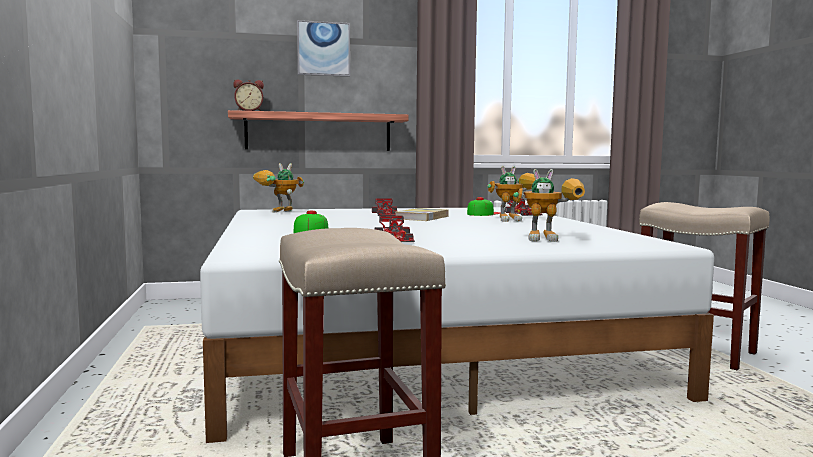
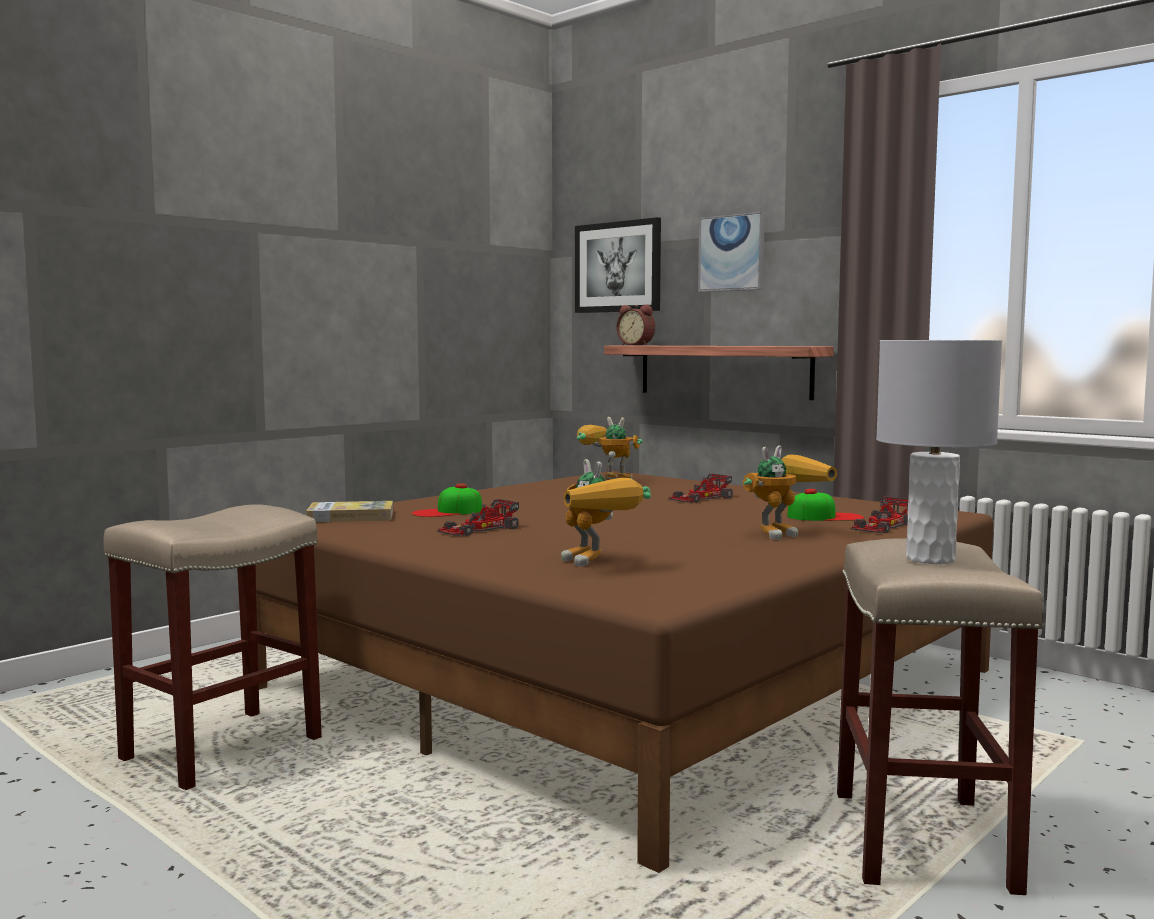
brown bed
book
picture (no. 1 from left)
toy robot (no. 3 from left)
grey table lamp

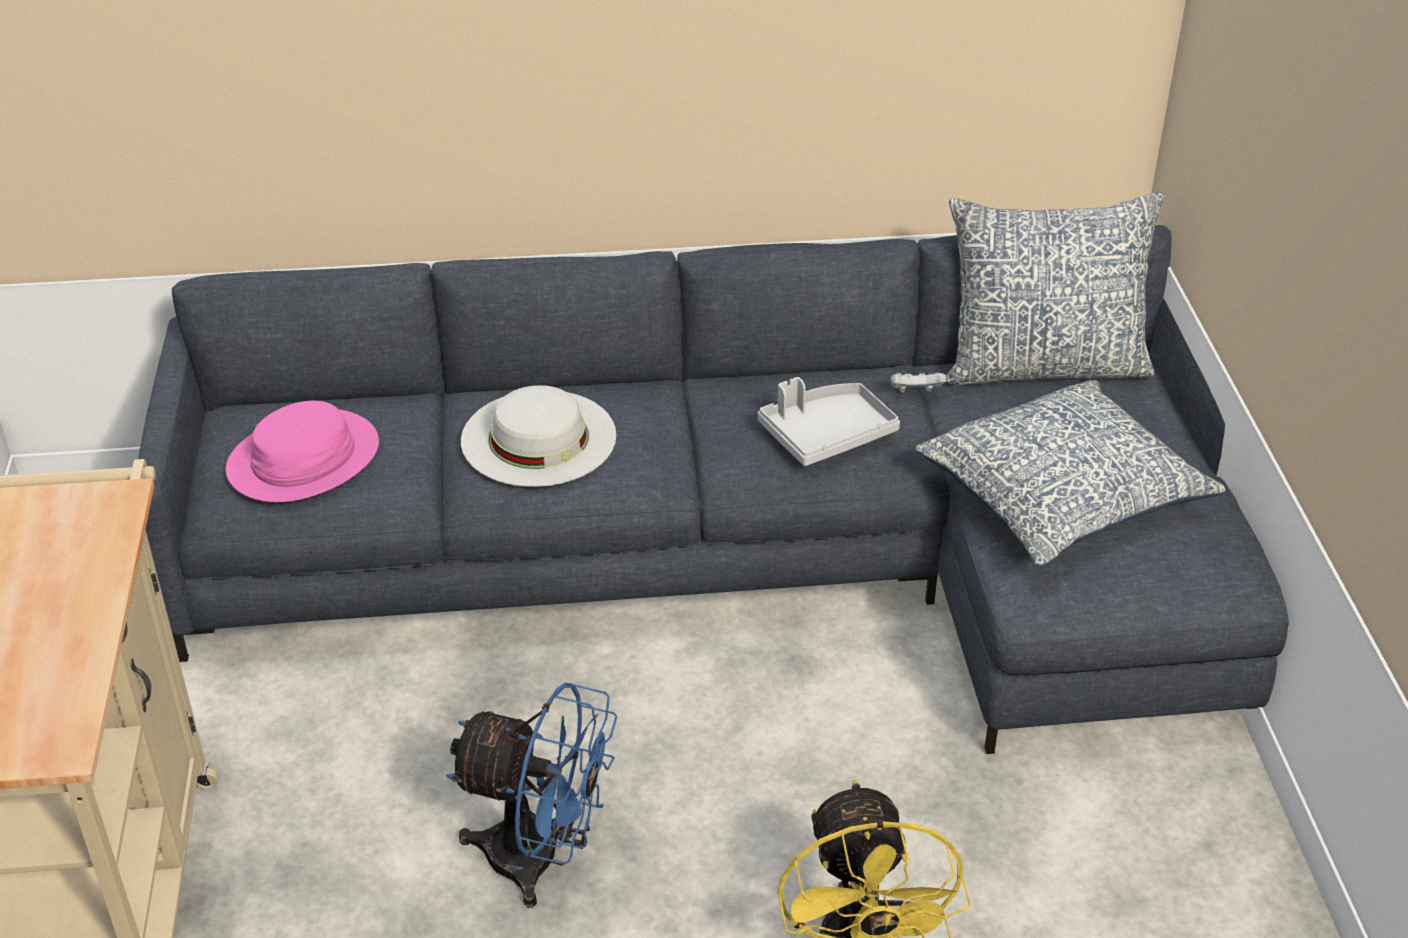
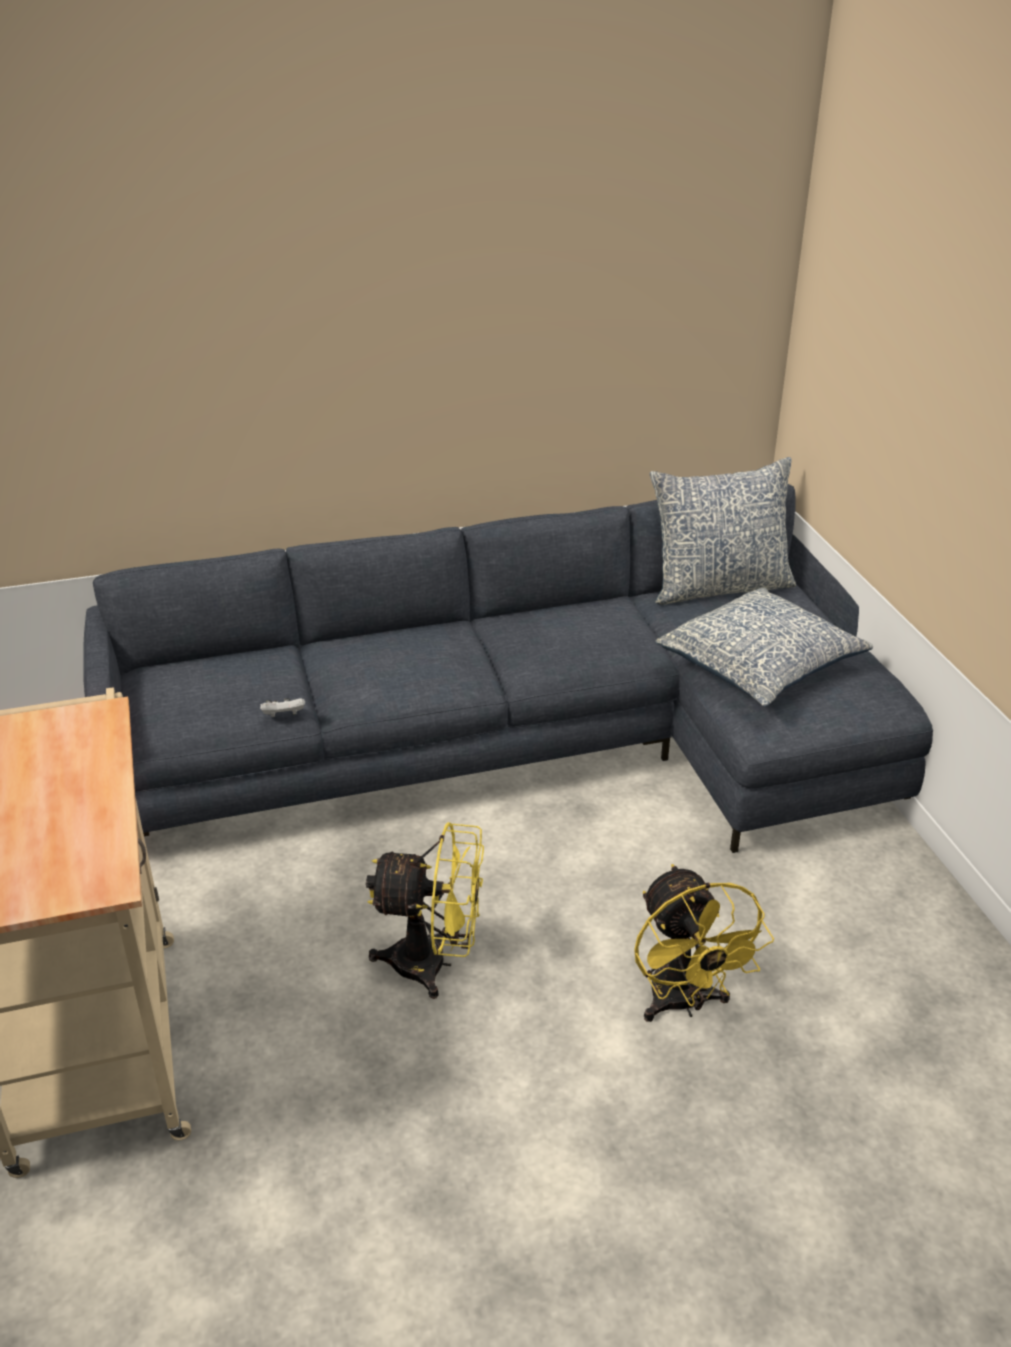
white game controller
yellow fan (no. 1 from left)
pink hat
white hat
grey tray

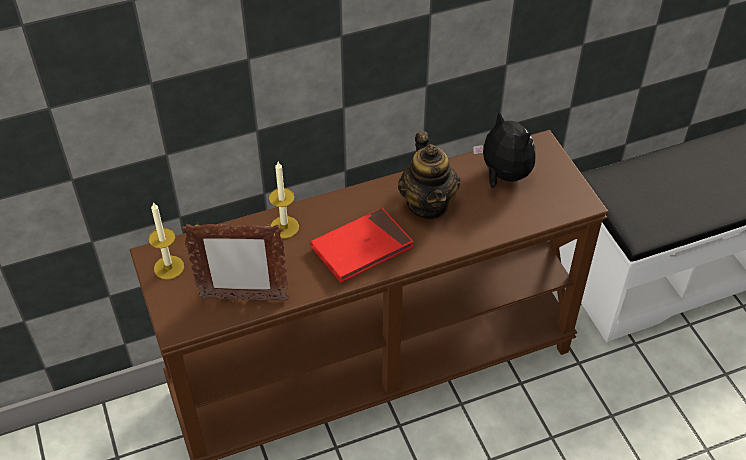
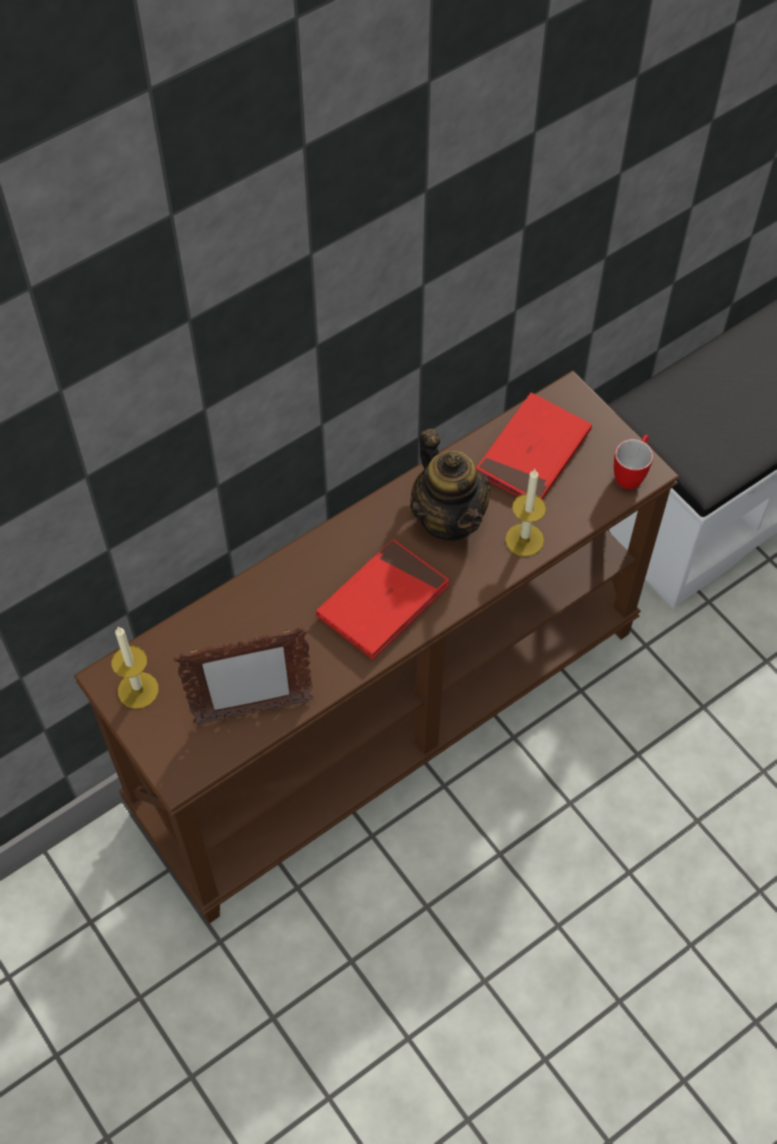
red book (no. 2 from left)
candle (no. 2 from left)
mug

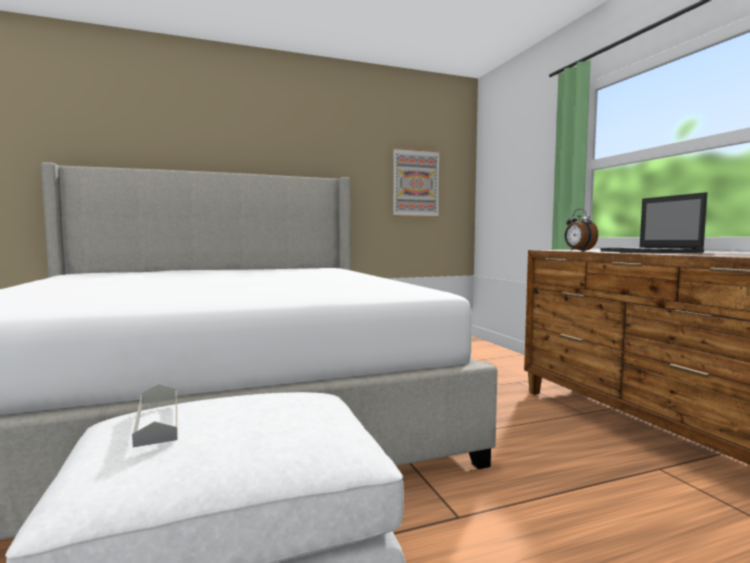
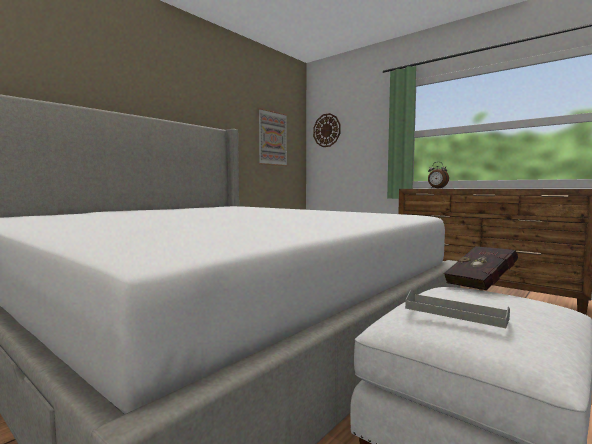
wall clock
red book
laptop

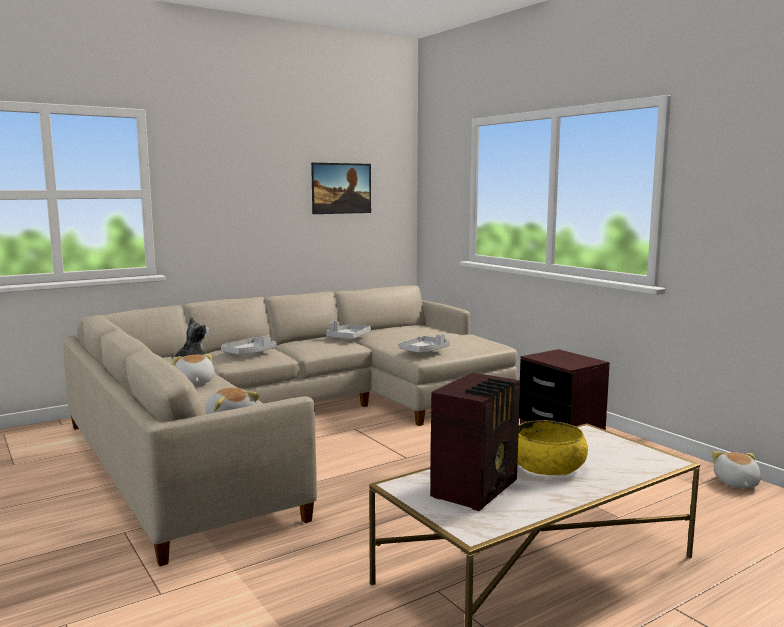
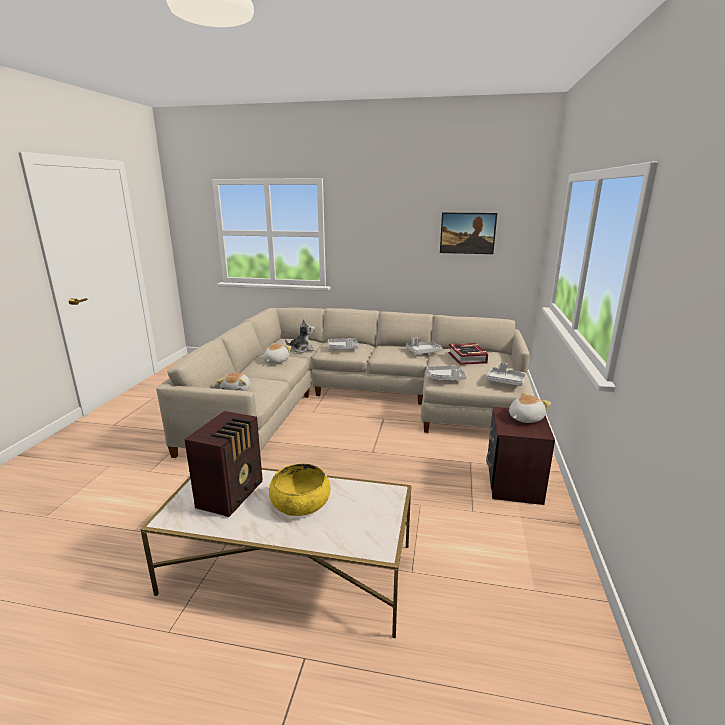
radio
book
grey tray (no. 4 from left)
plush toy (no. 4 from left)

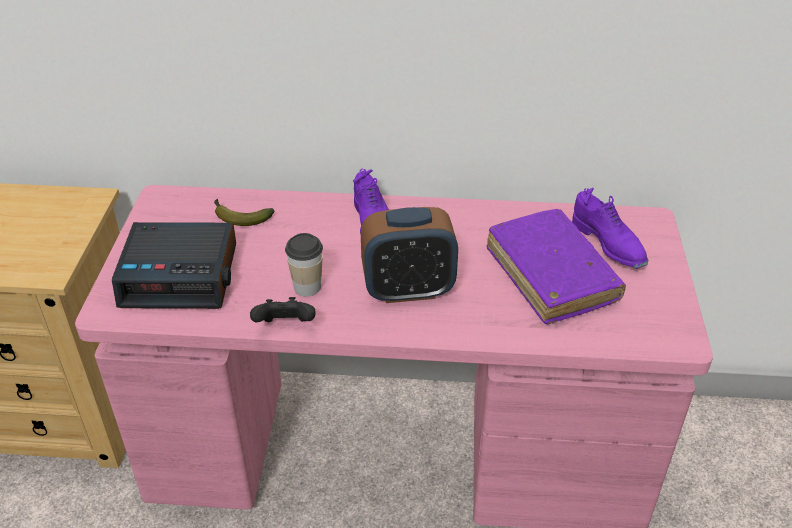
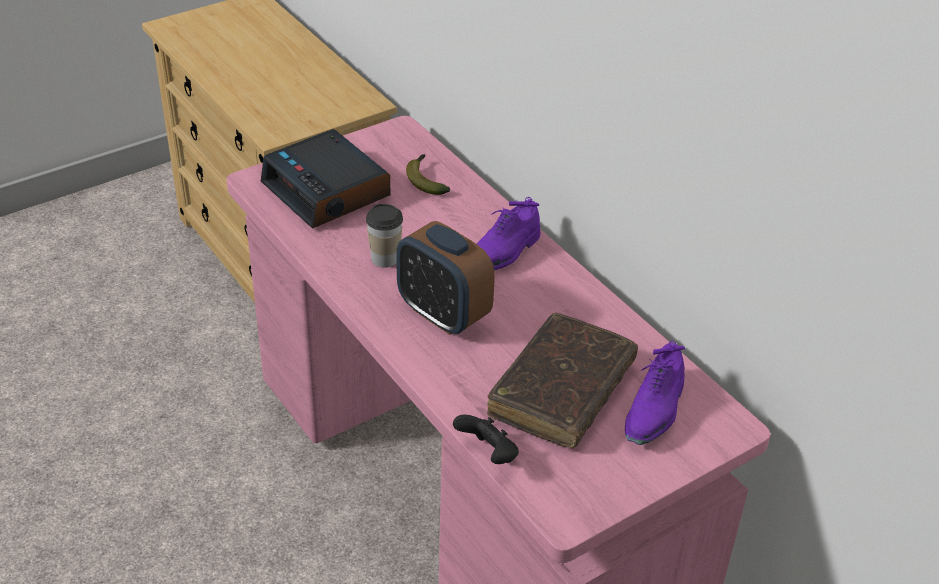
black game controller
brown book

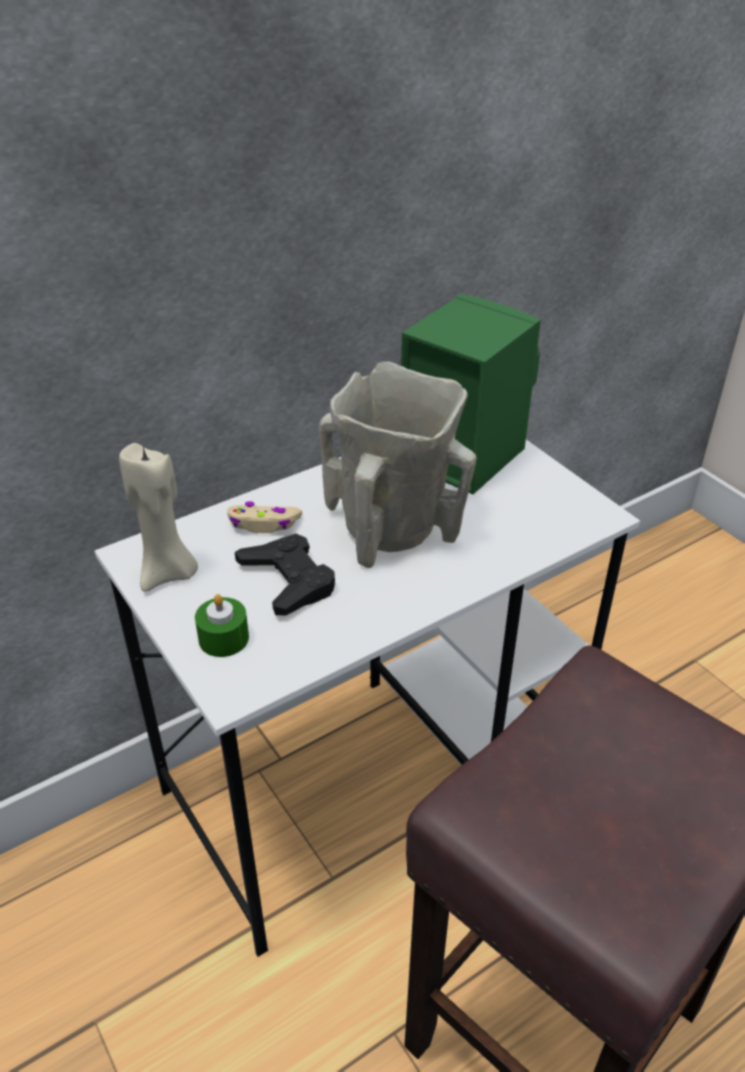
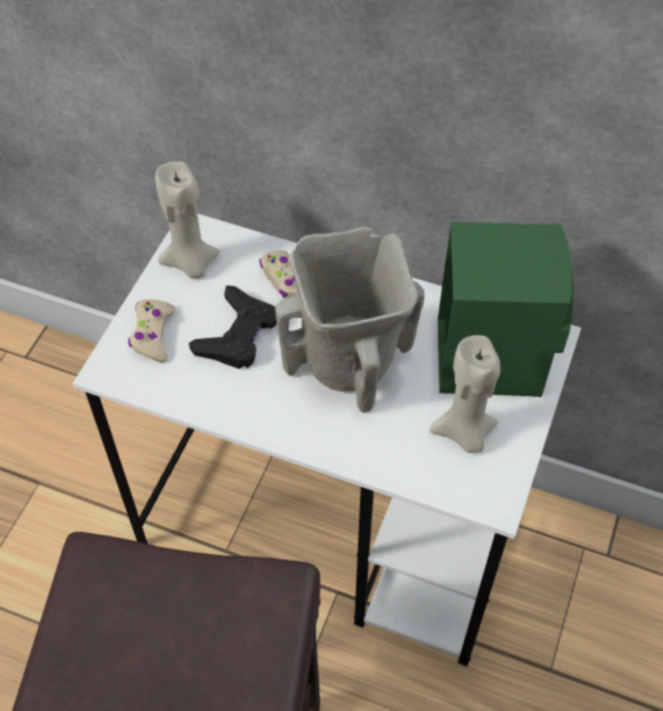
beige game controller (no. 1 from left)
beige candle (no. 2 from left)

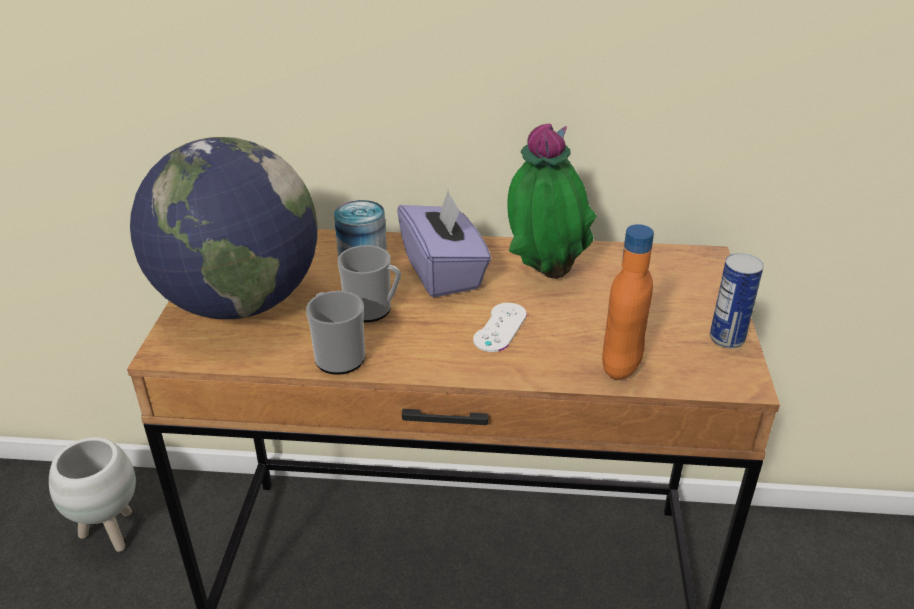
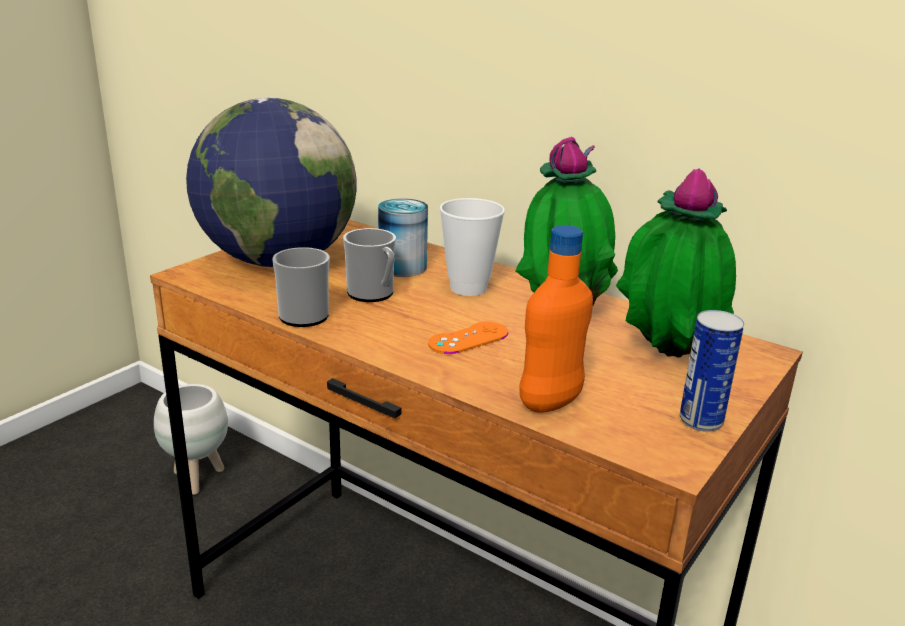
orange game controller
cup
potted plant (no. 2 from left)

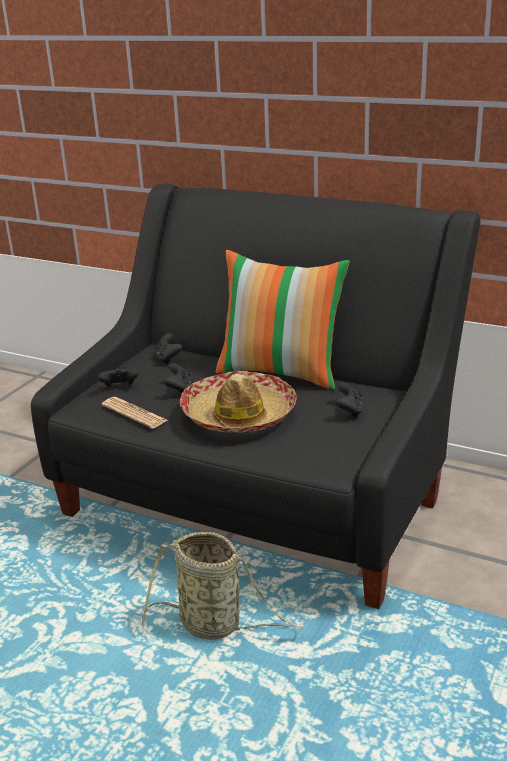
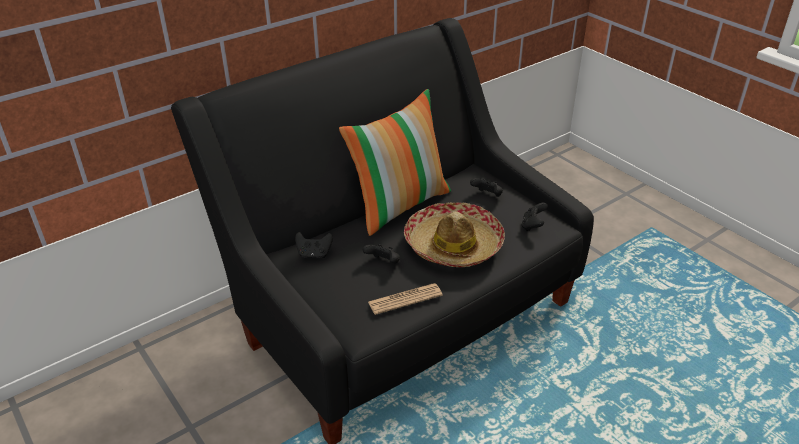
black game controller (no. 4 from left)
basket

